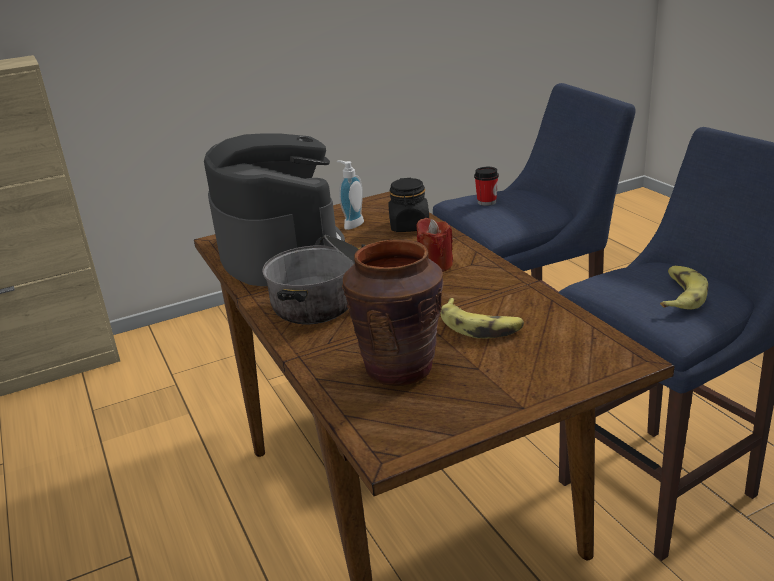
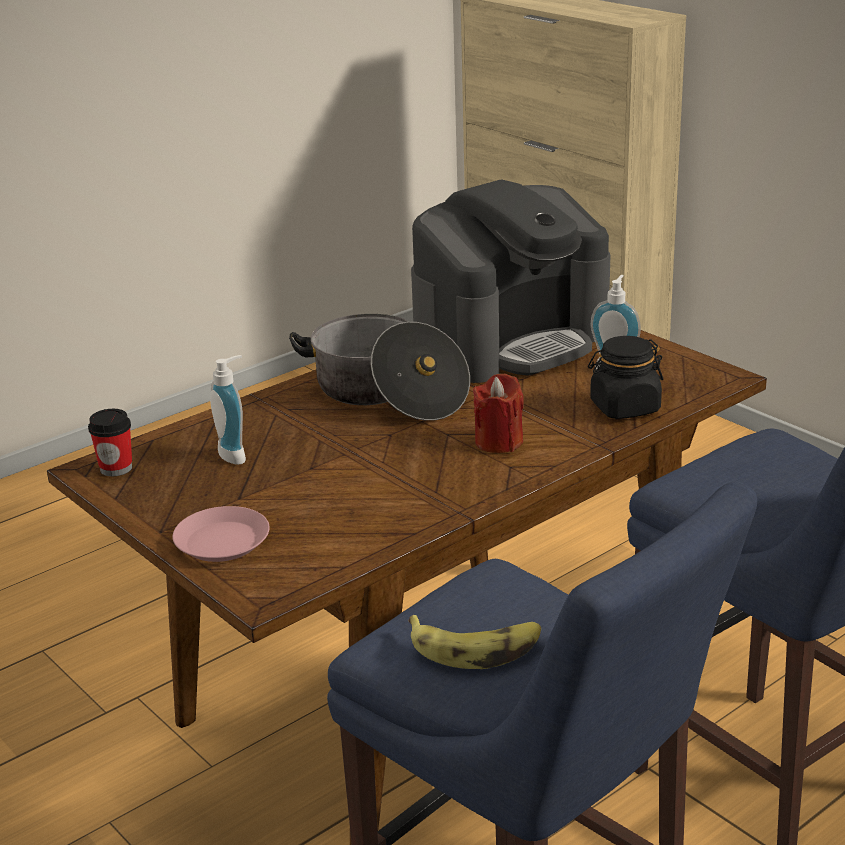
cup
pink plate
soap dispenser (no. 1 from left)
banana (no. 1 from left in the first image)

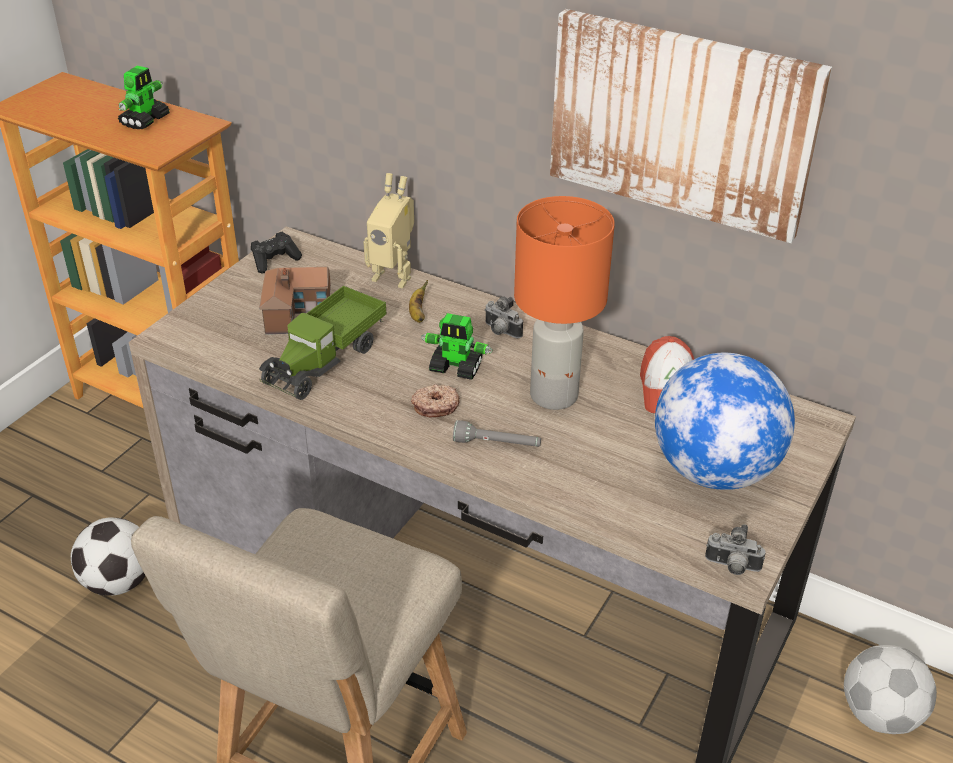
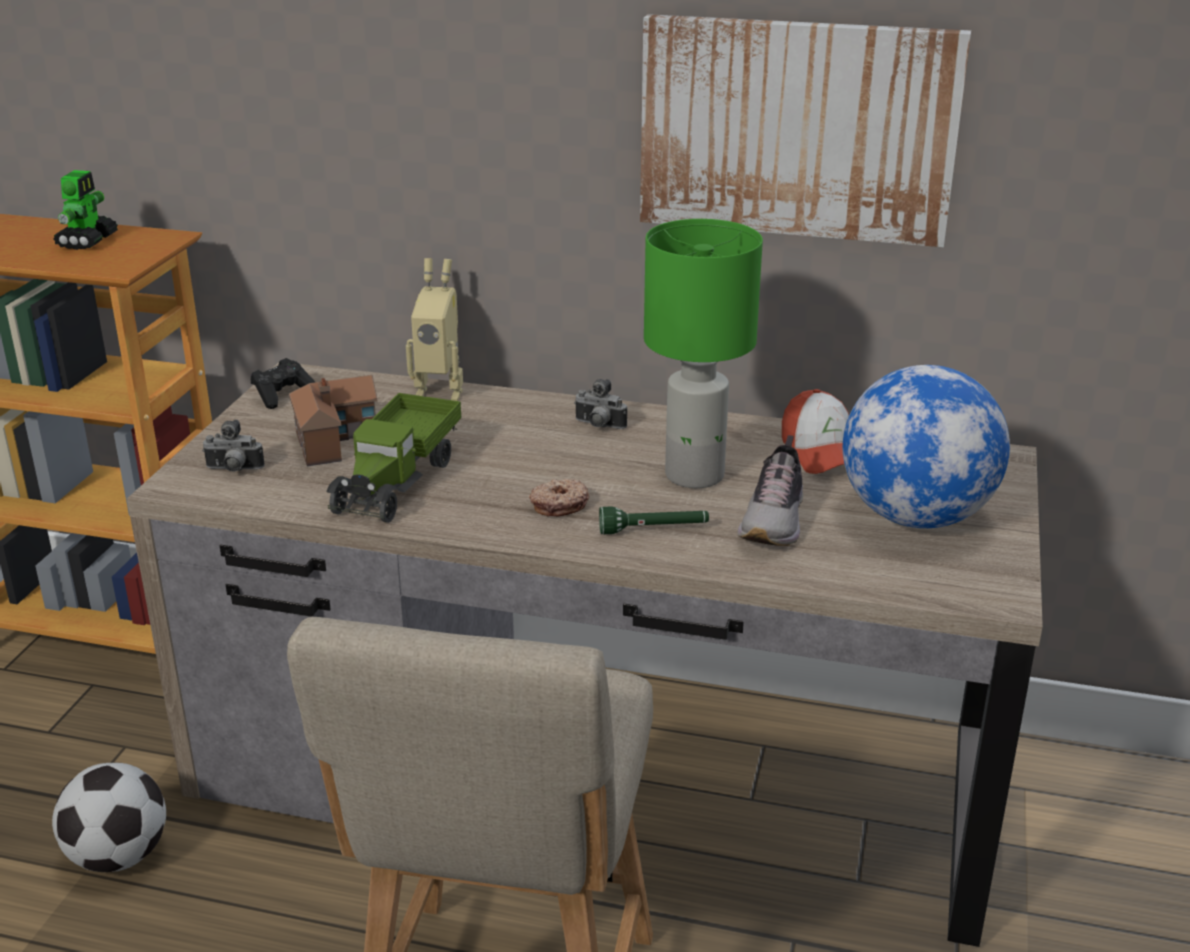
photo camera (no. 1 from left)
green flashlight
green table lamp
shoe
banana
toy robot (no. 3 from left in the first image)
football (no. 2 from left in the first image)

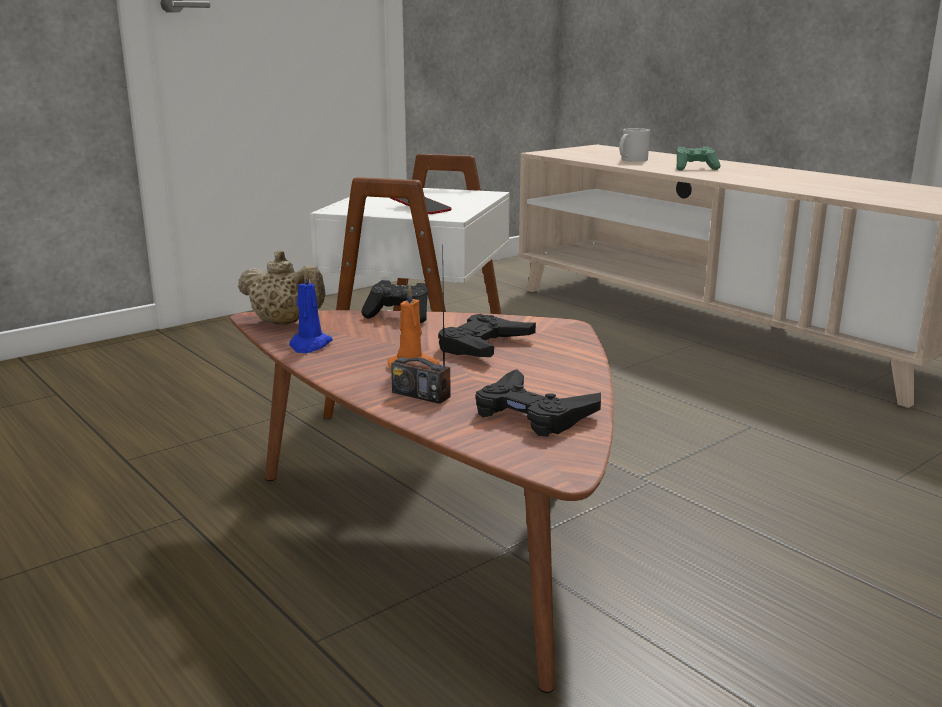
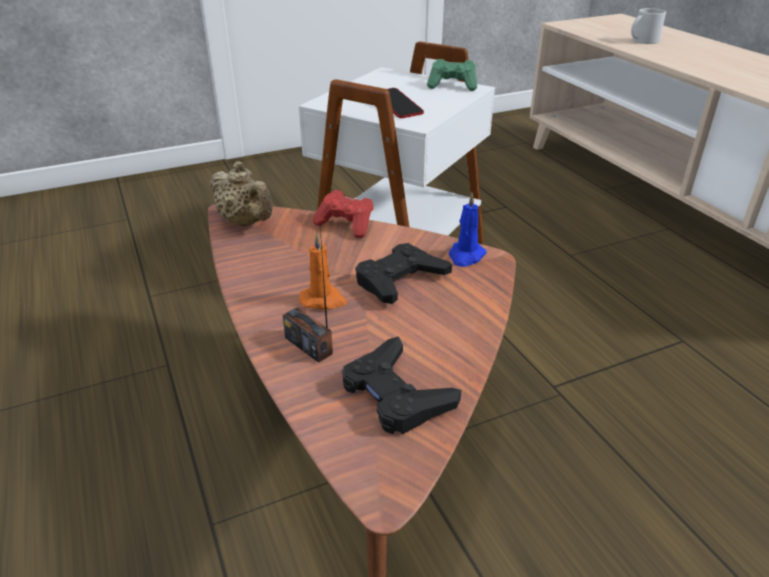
red game controller
green game controller
blue candle

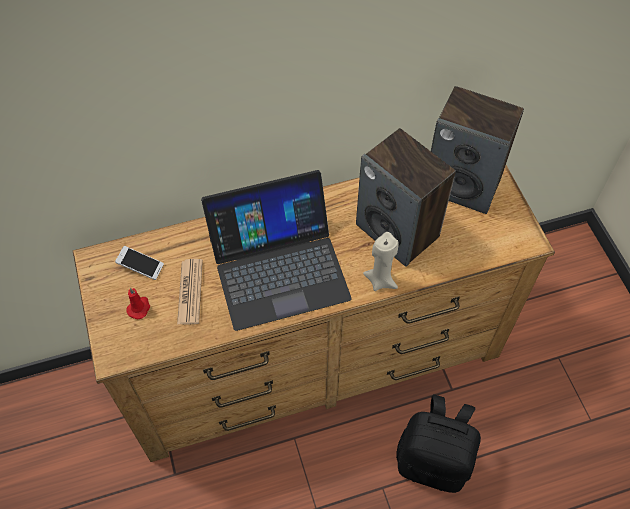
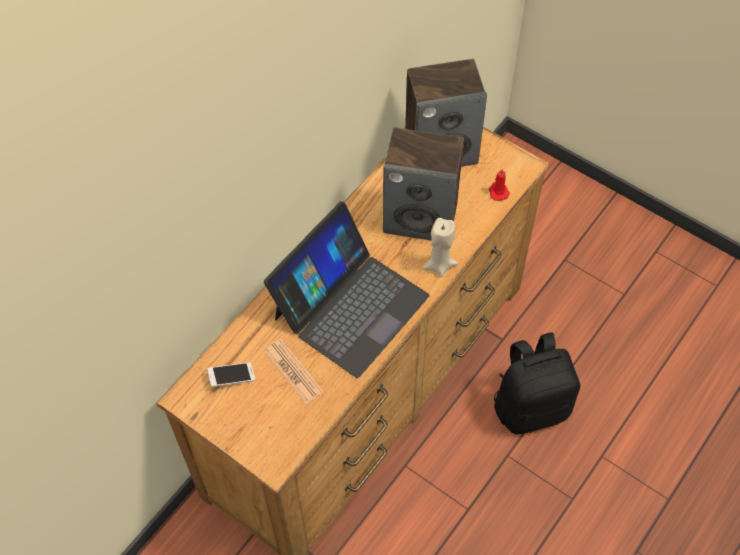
red candle

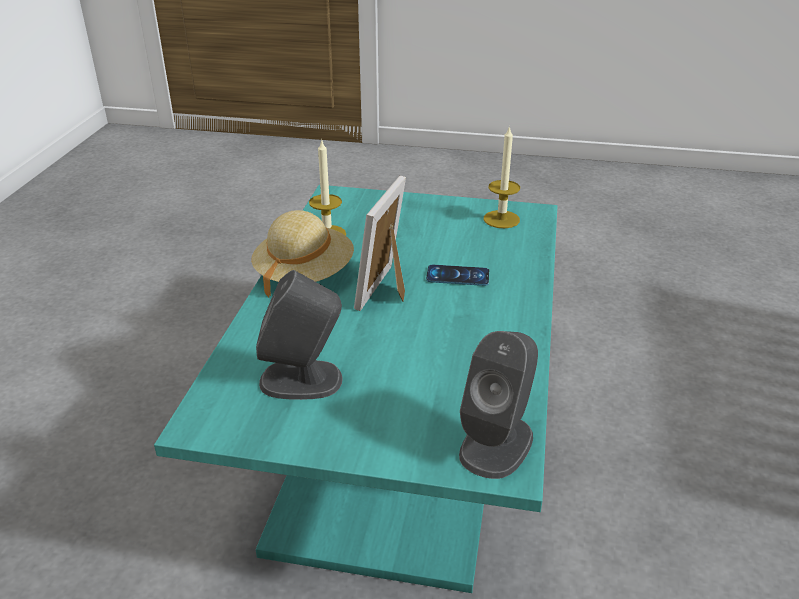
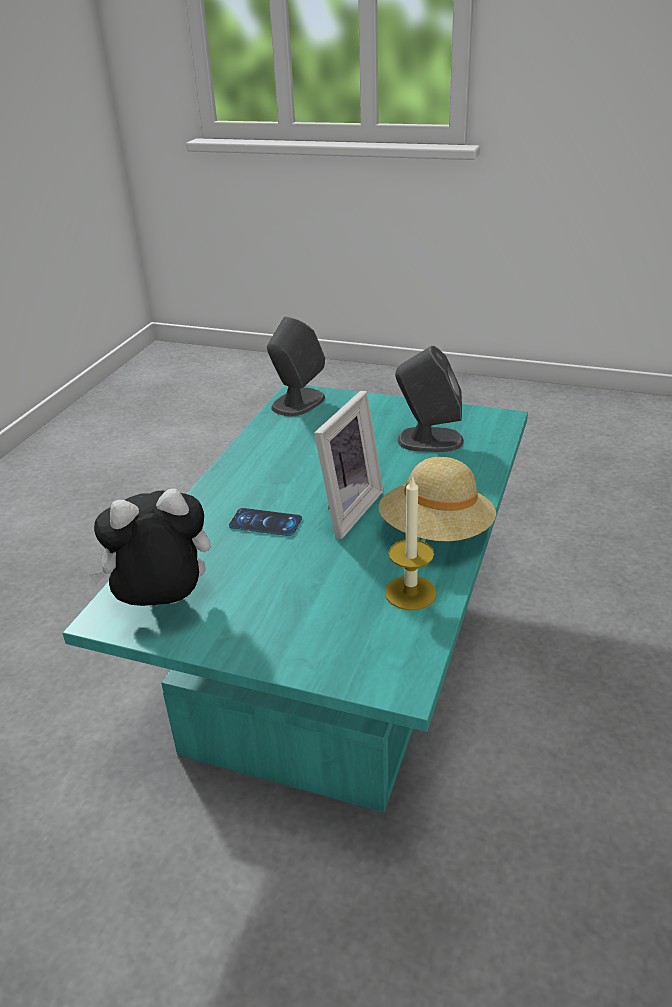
plush toy

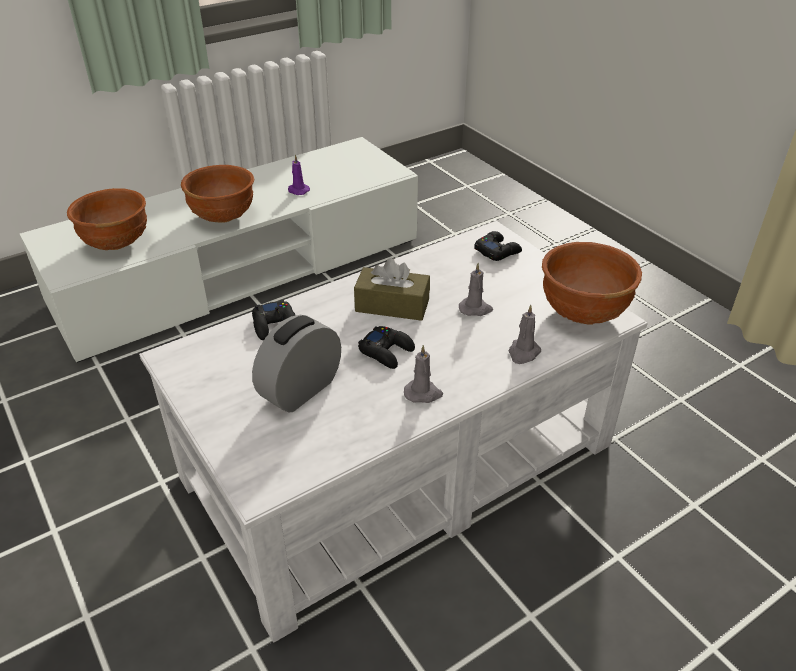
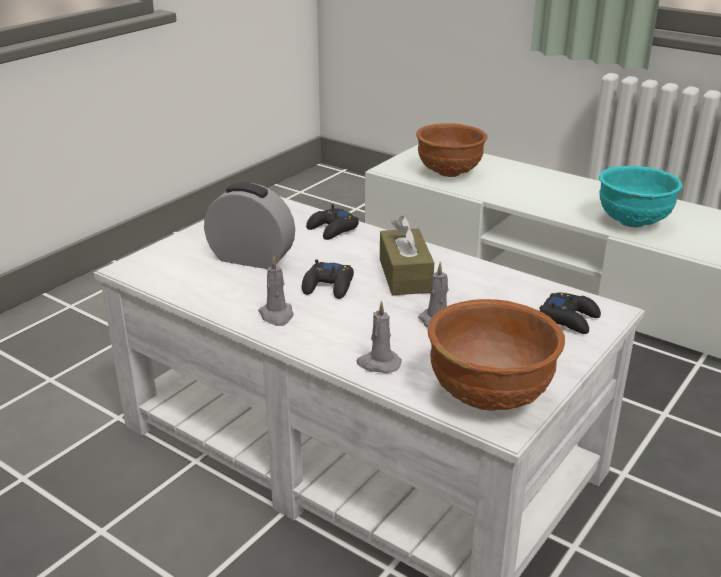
turquoise bowl
brown bowl (no. 2 from left in the first image)

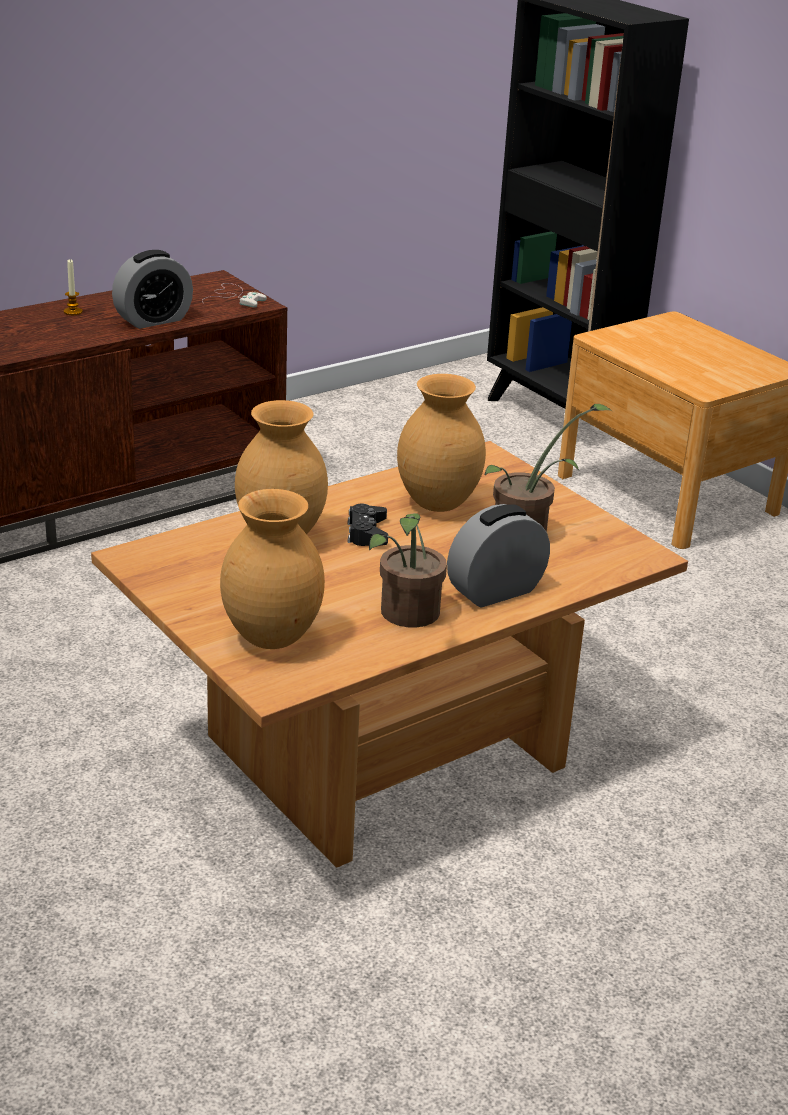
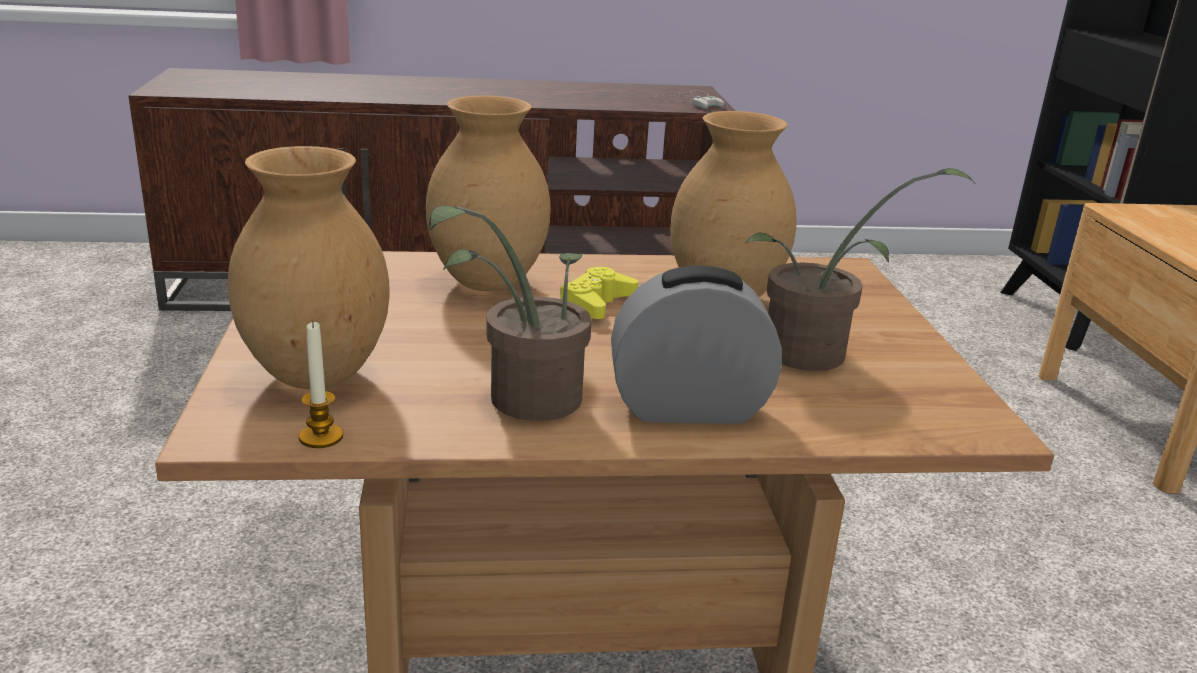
candle
yellow game controller
alarm clock (no. 1 from left in the first image)

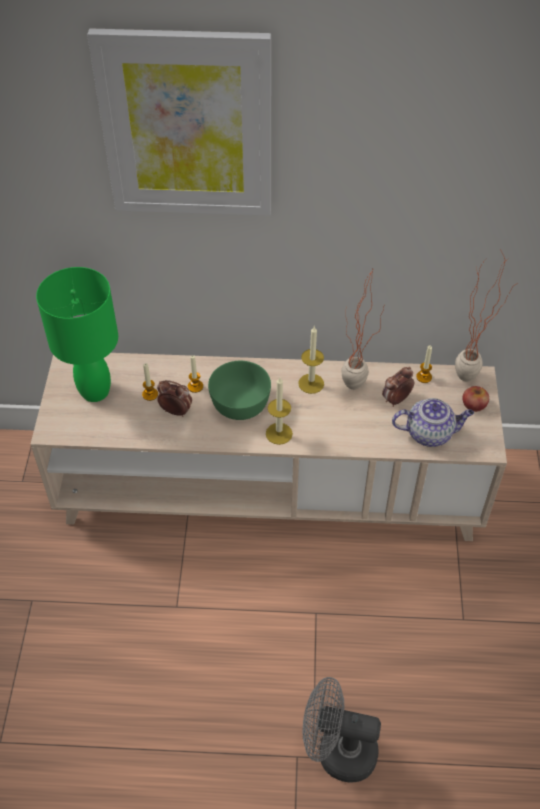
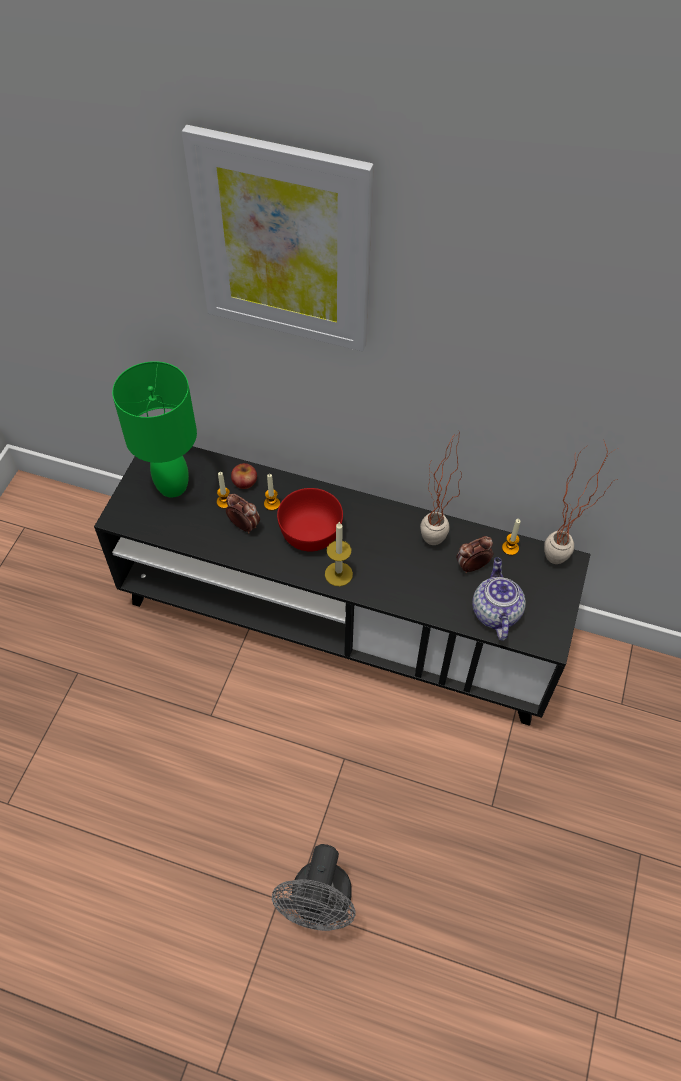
black tv stand
apple
grey fan
red bowl
teapot
candle (no. 4 from left in the first image)

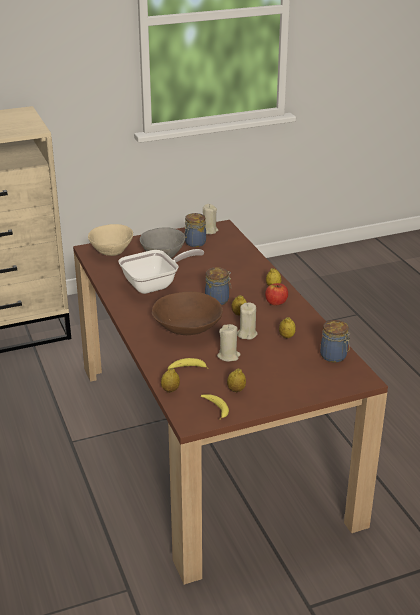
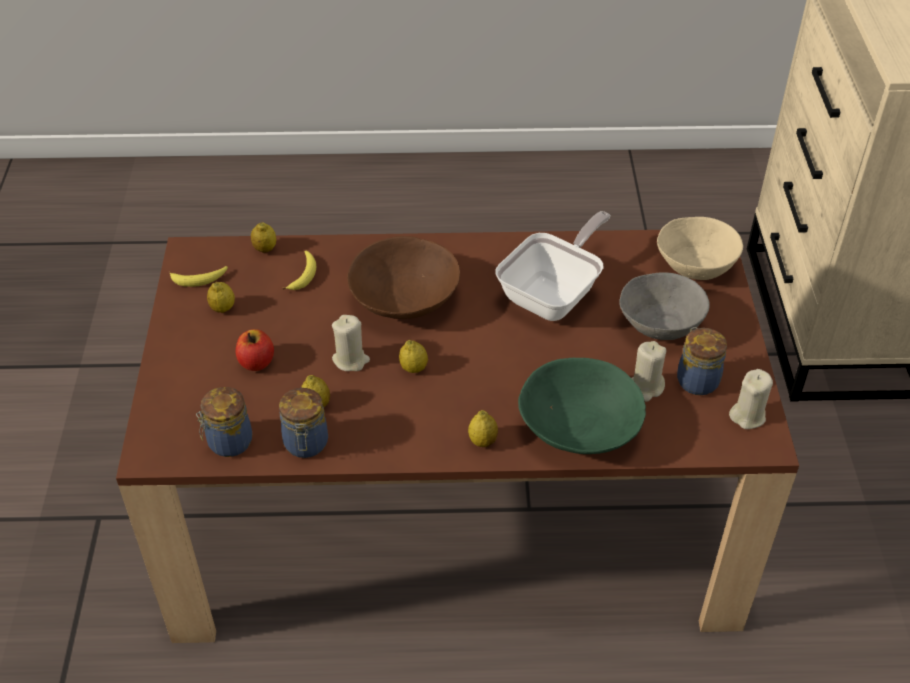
apple
jar (no. 2 from left)
frying pan
green bowl
beige candle (no. 2 from left)

